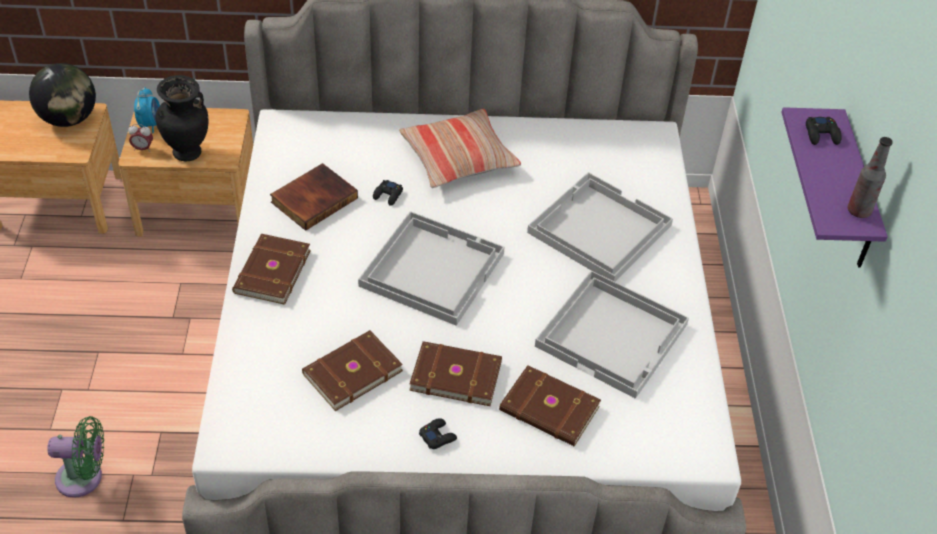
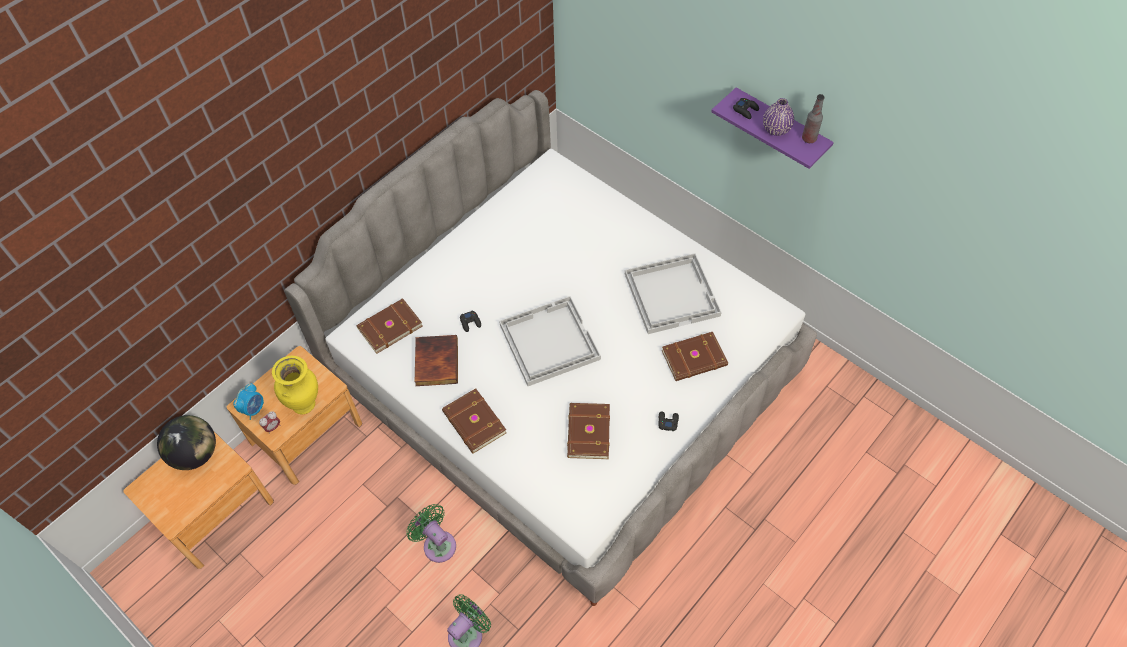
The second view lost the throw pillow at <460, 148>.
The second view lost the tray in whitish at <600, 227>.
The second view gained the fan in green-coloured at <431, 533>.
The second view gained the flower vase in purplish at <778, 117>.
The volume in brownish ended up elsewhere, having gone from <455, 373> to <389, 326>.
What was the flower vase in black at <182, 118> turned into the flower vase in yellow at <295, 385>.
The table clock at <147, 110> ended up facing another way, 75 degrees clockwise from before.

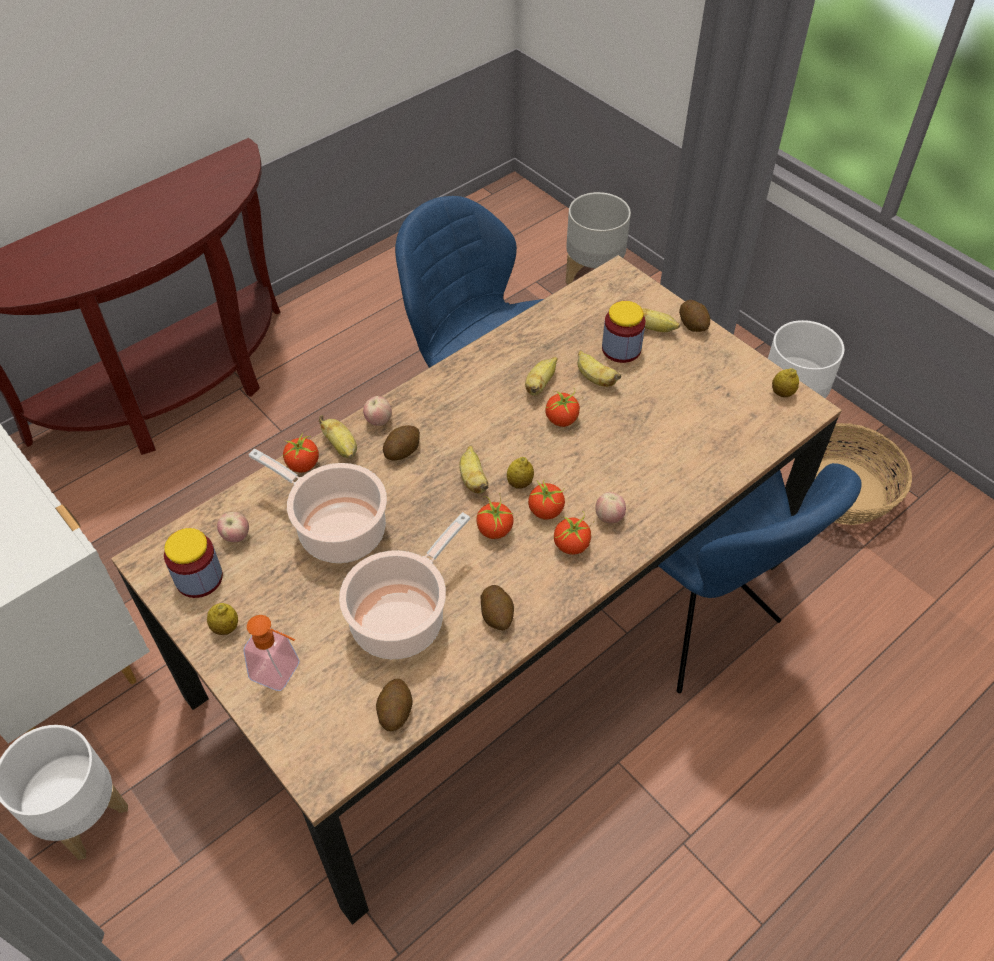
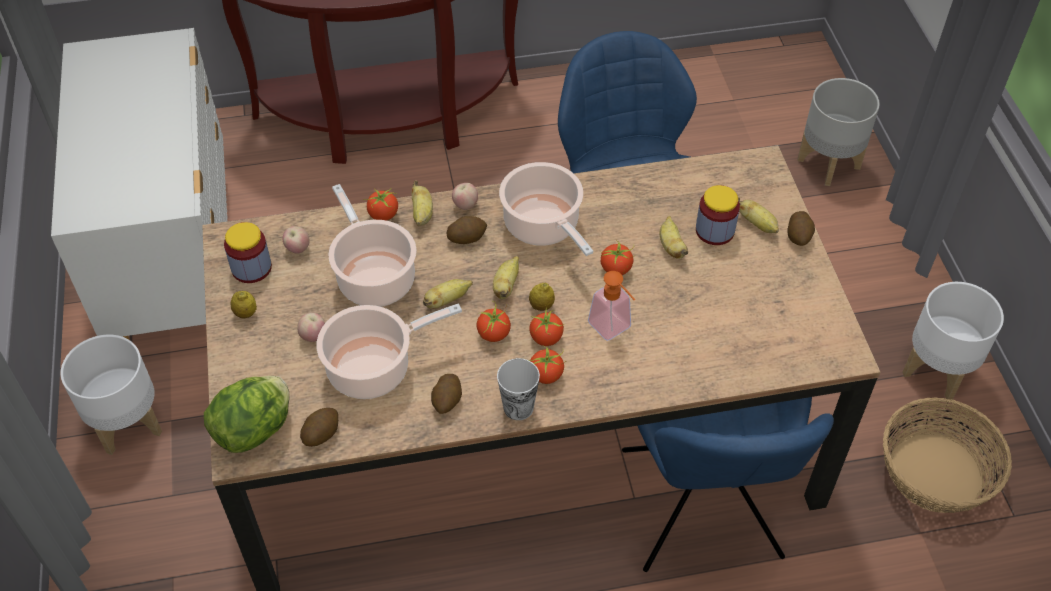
The second view lost the whole lemon at <785, 382>.
The second view gained the lettuce at <247, 414>.
The second view gained the cup at <518, 389>.
The second view gained the cooking pot at <546, 209>.
The liquid soap bottle ended up elsewhere, having gone from <271, 653> to <611, 306>.
The whole banana ended up elsewhere, having gone from <541, 376> to <448, 294>.
The whole apple ended up elsewhere, having gone from <610, 507> to <311, 327>.

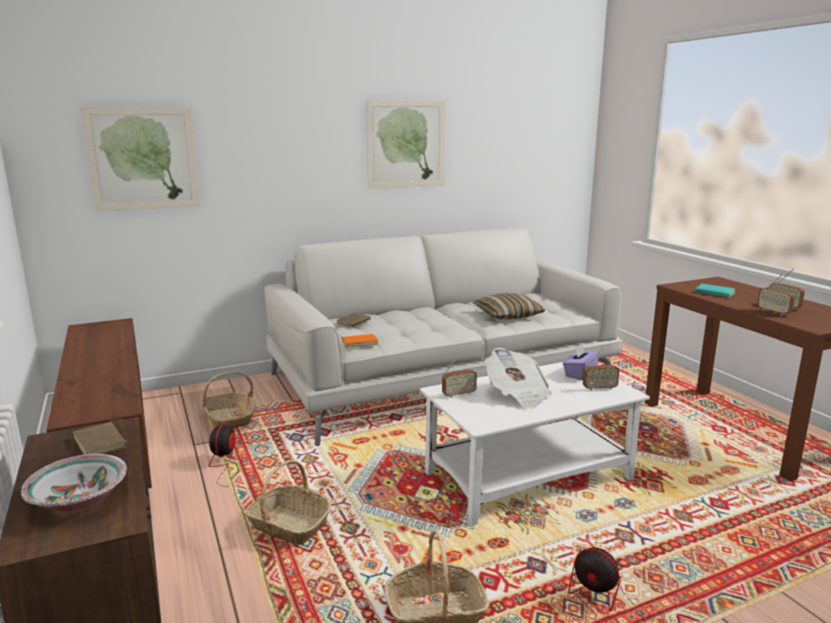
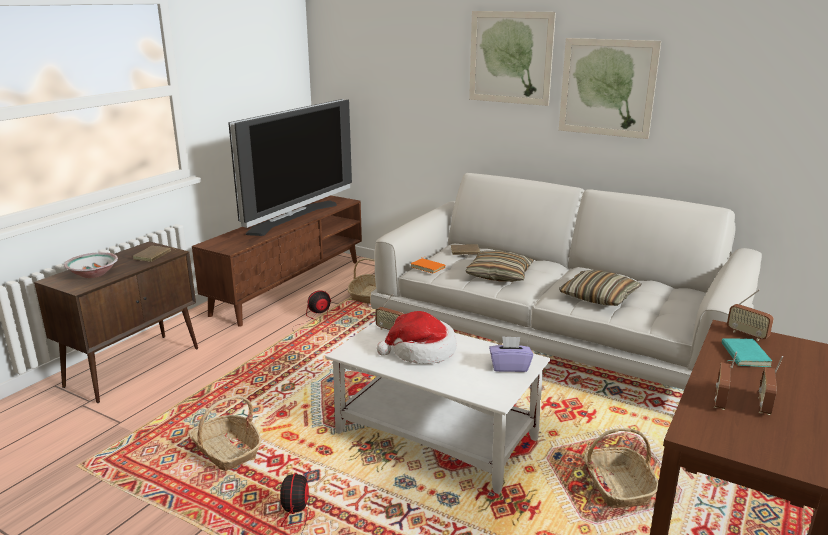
The second view gained the television at <290, 167>.
The second view gained the throw pillow at <499, 266>.
The wall picture ended up elsewhere, having gone from <140, 159> to <512, 58>.
The storage basket ended up elsewhere, having gone from <288, 502> to <621, 468>.
The radio set ended up elsewhere, having gone from <601, 370> to <750, 315>.
Where the daily paper stood at <518, 378>, the wearable hat came to stand at <417, 337>.

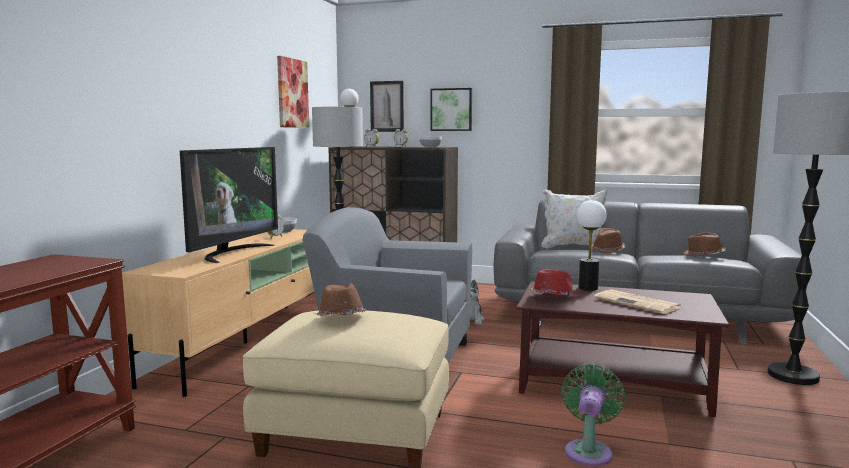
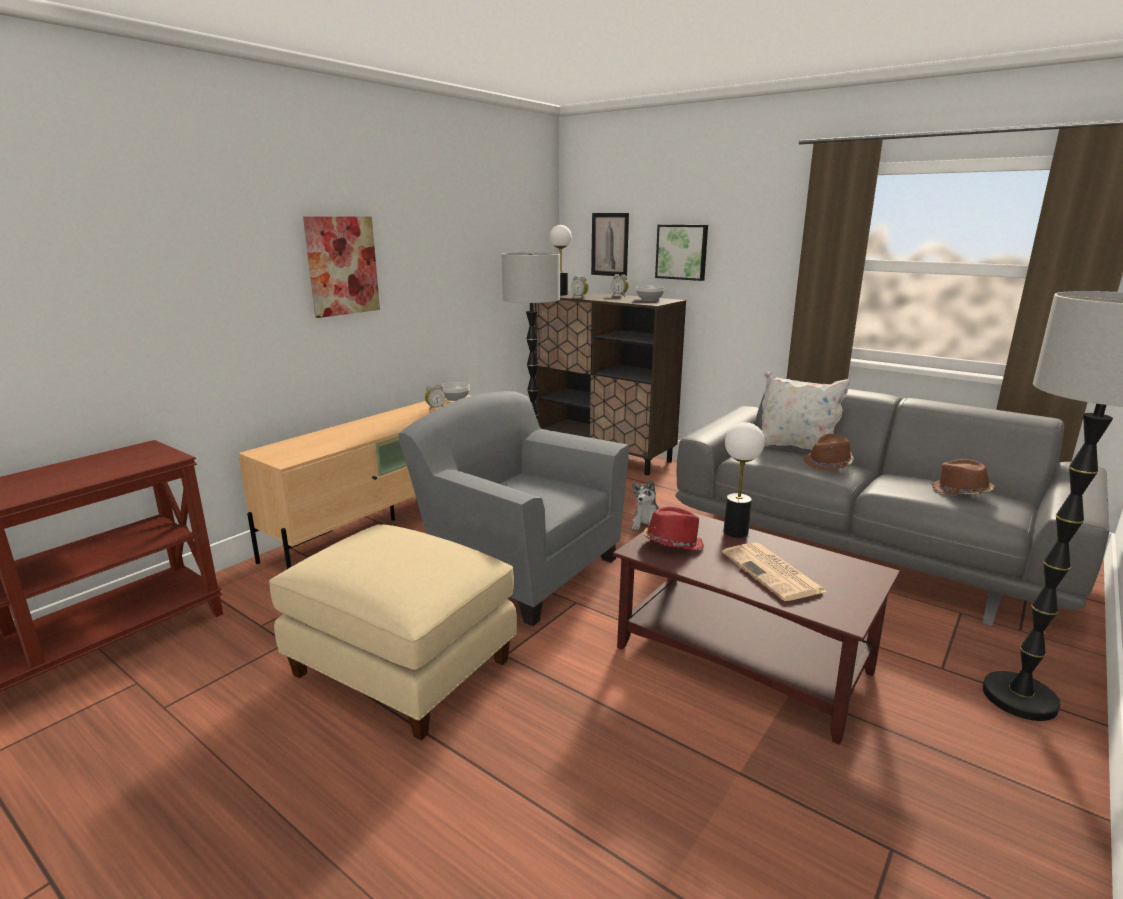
The second view lost the television at <229, 205>.
The second view lost the wearable hat in brownish at <341, 299>.
The second view lost the fan in green-coloured at <593, 415>.
The wall picture ended up elsewhere, having gone from <293, 92> to <341, 267>.

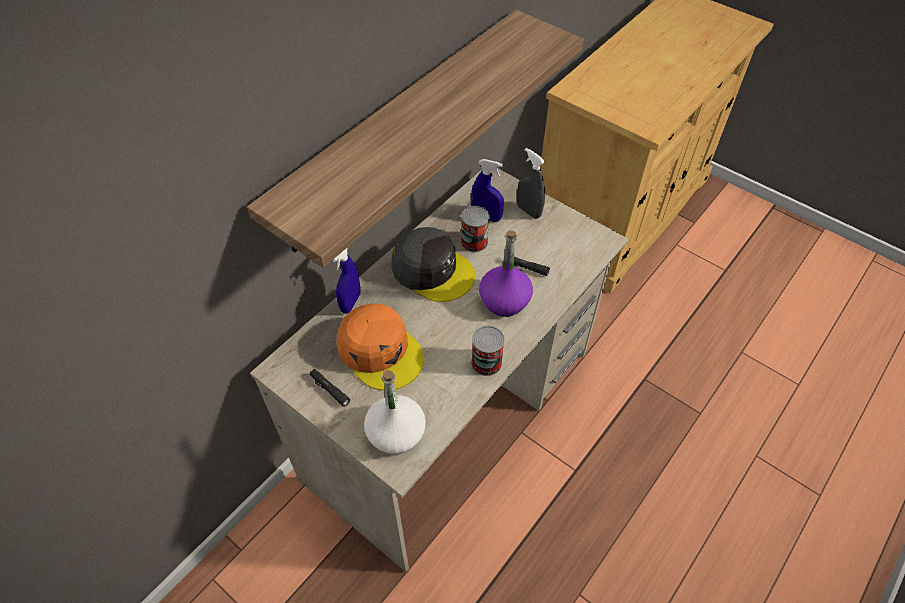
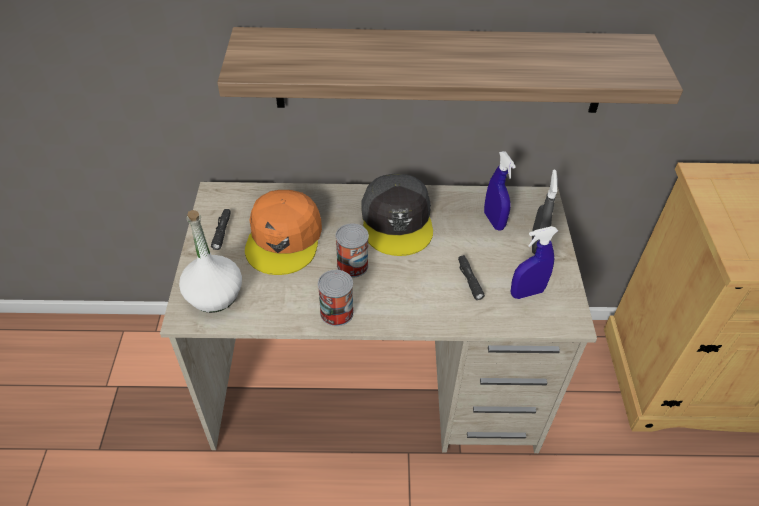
The second view lost the beverage bottle in purplish at <506, 273>.
The sprayer in bluish ended up elsewhere, having gone from <347, 281> to <534, 262>.
The can ended up elsewhere, having gone from <475, 229> to <352, 250>.

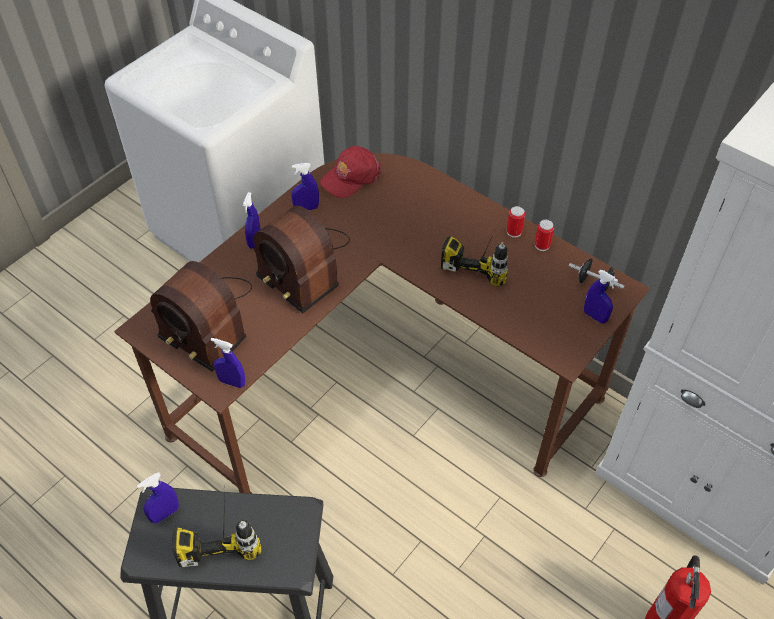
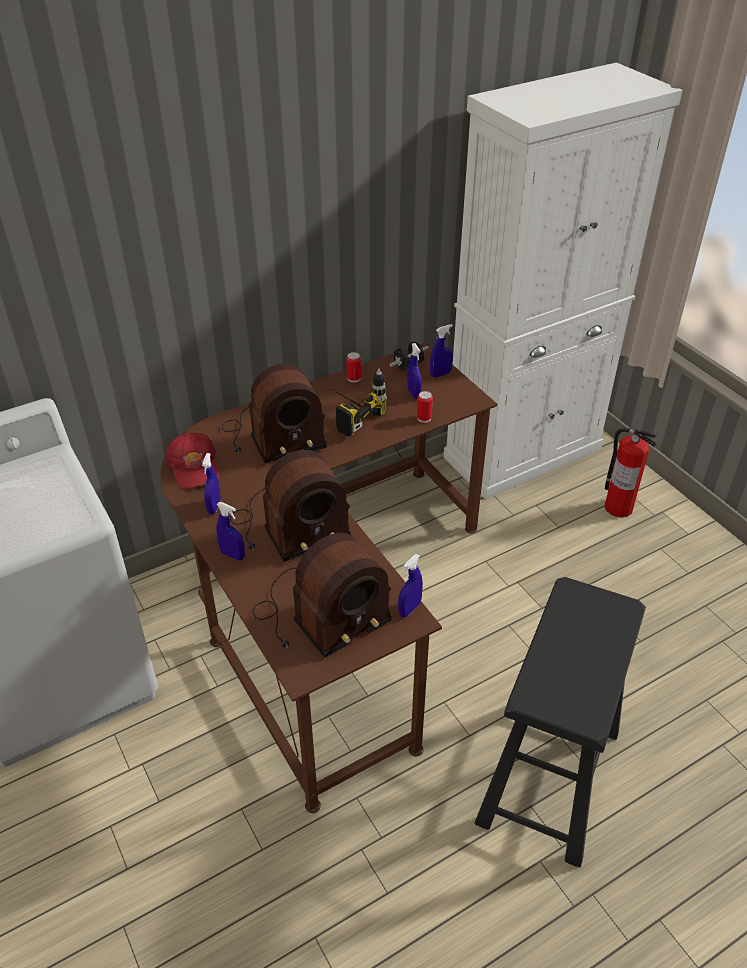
The second view lost the power drill at <216, 531>.
The second view gained the radio set at <274, 413>.
The sprayer in bluish ended up elsewhere, having gone from <158, 498> to <415, 371>.
The can ended up elsewhere, having gone from <516, 222> to <425, 407>.

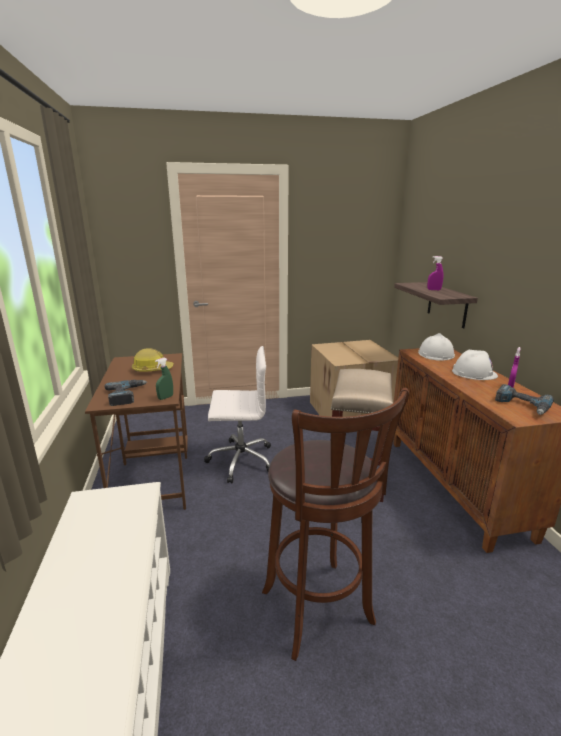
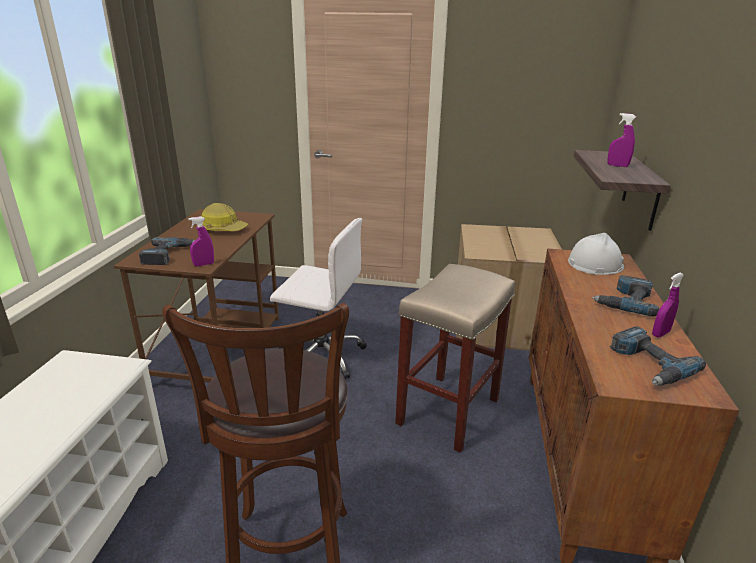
Where the hard hat in whitish stood at <475, 365>, the power drill came to stand at <626, 295>.
What was the sprayer in green-coloured at <164, 379> turned into the sprayer in purplish at <201, 241>.

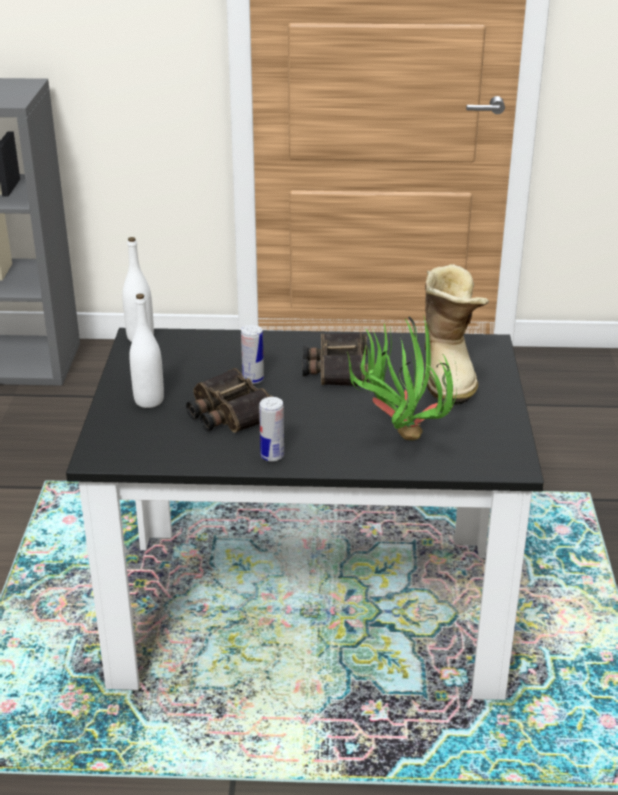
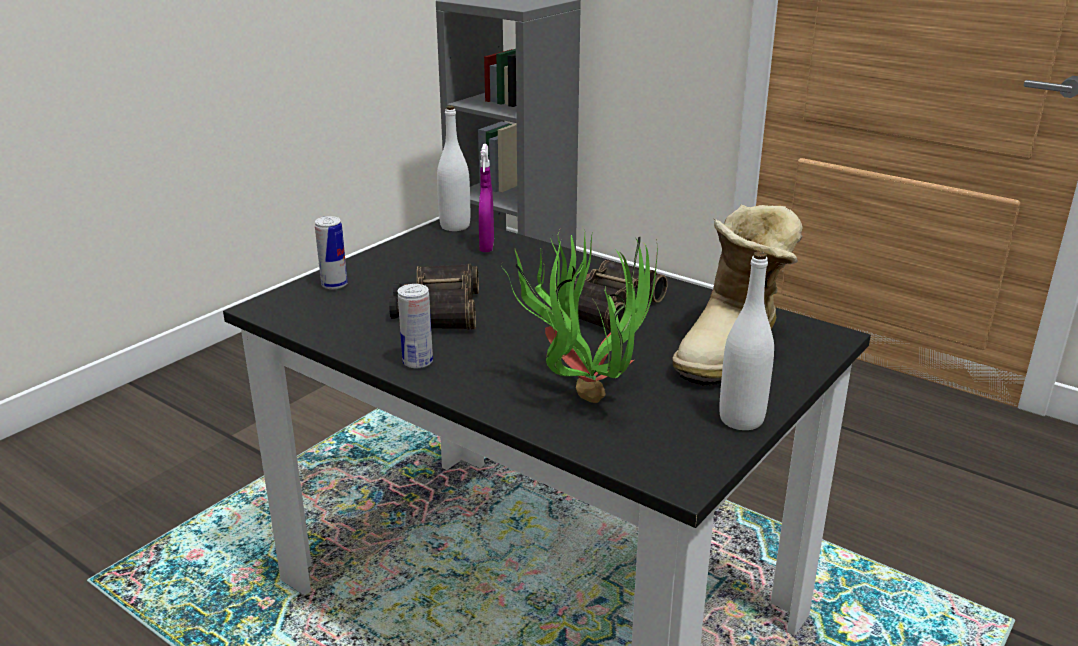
The second view gained the sprayer in purplish at <486, 198>.
The beverage bottle in whitish ended up elsewhere, having gone from <146, 351> to <746, 340>.
The can ended up elsewhere, having gone from <252, 354> to <331, 252>.

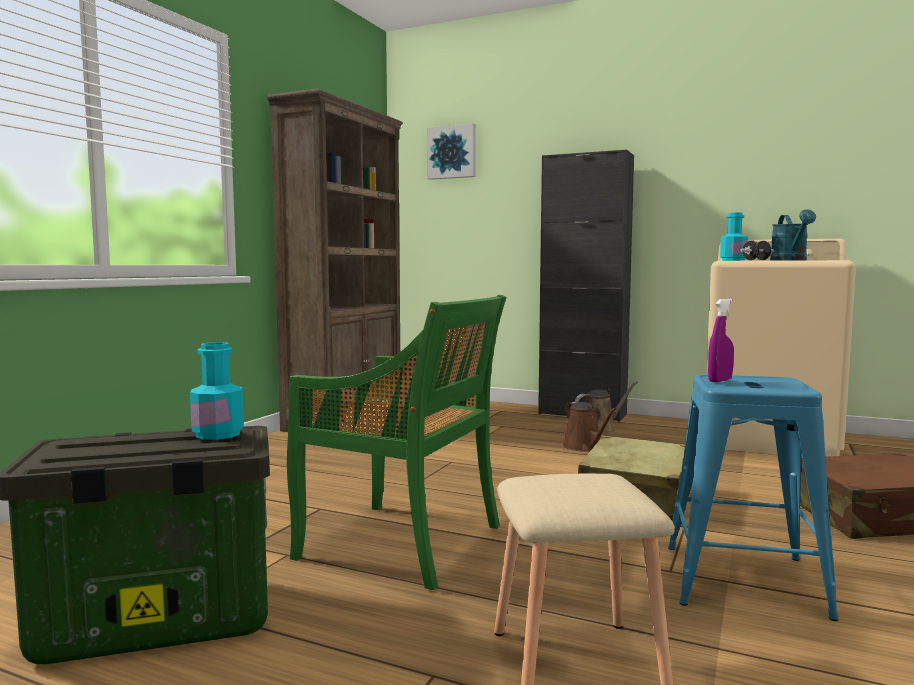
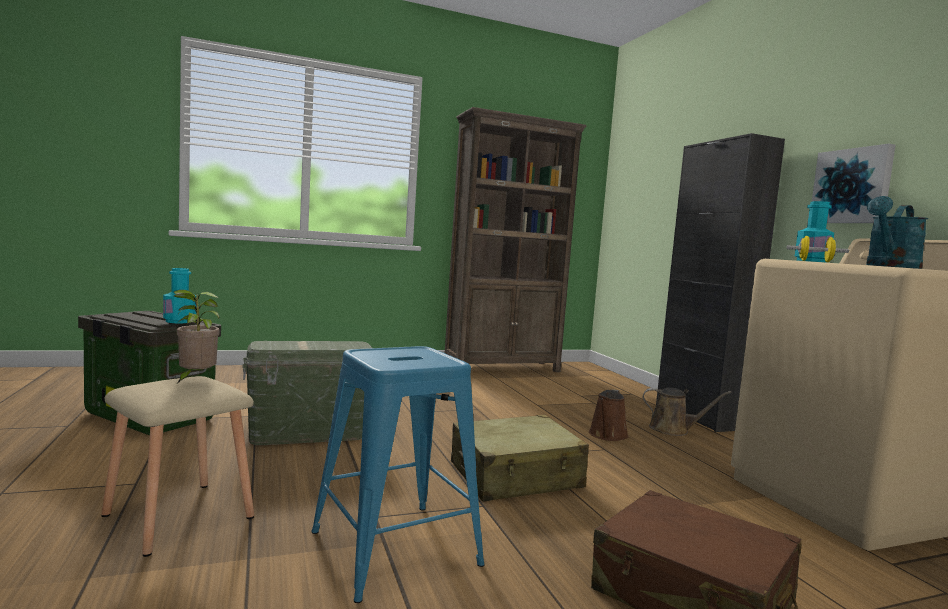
The second view lost the sprayer in purplish at <721, 340>.
The second view gained the houseplant at <196, 336>.
The wall picture ended up elsewhere, having gone from <451, 151> to <854, 183>.
Where the plain chair in green-coloured stood at <397, 442>, the storage bin in green-coloured came to stand at <307, 393>.
What was the dumbbell in black at <757, 250> turned into the dumbbell in yellow at <817, 249>.

